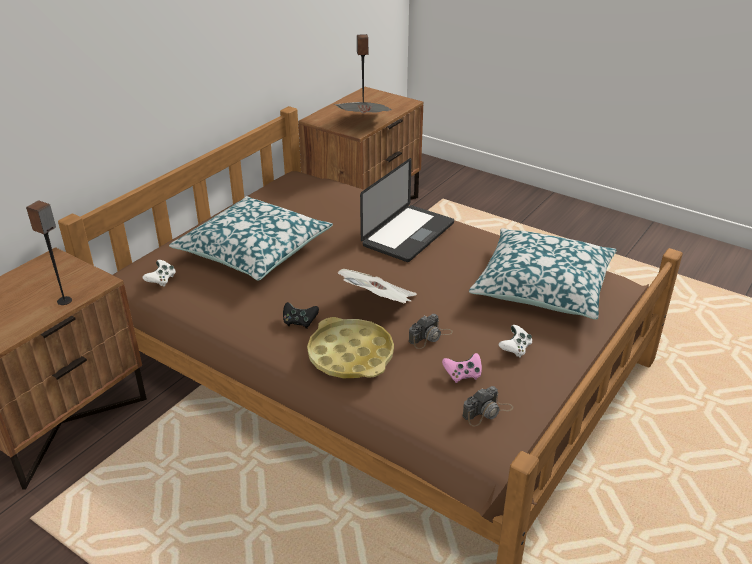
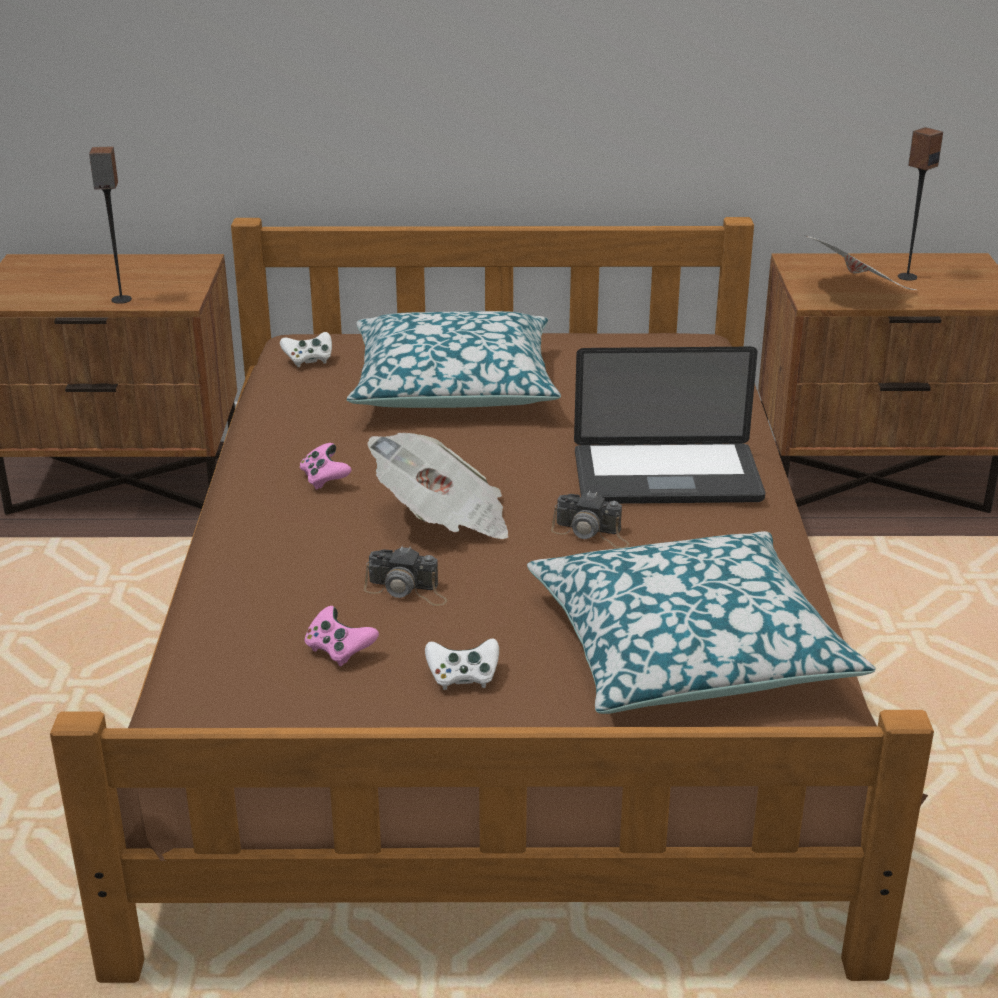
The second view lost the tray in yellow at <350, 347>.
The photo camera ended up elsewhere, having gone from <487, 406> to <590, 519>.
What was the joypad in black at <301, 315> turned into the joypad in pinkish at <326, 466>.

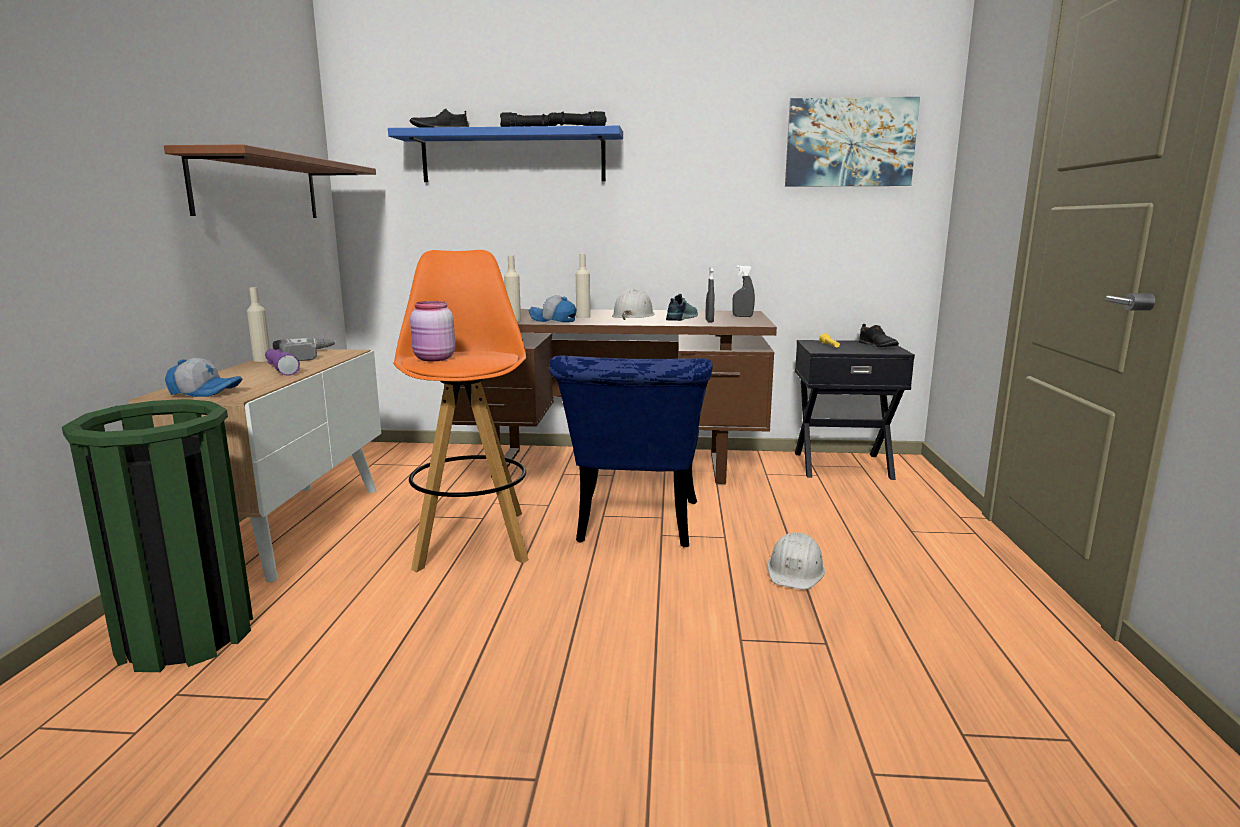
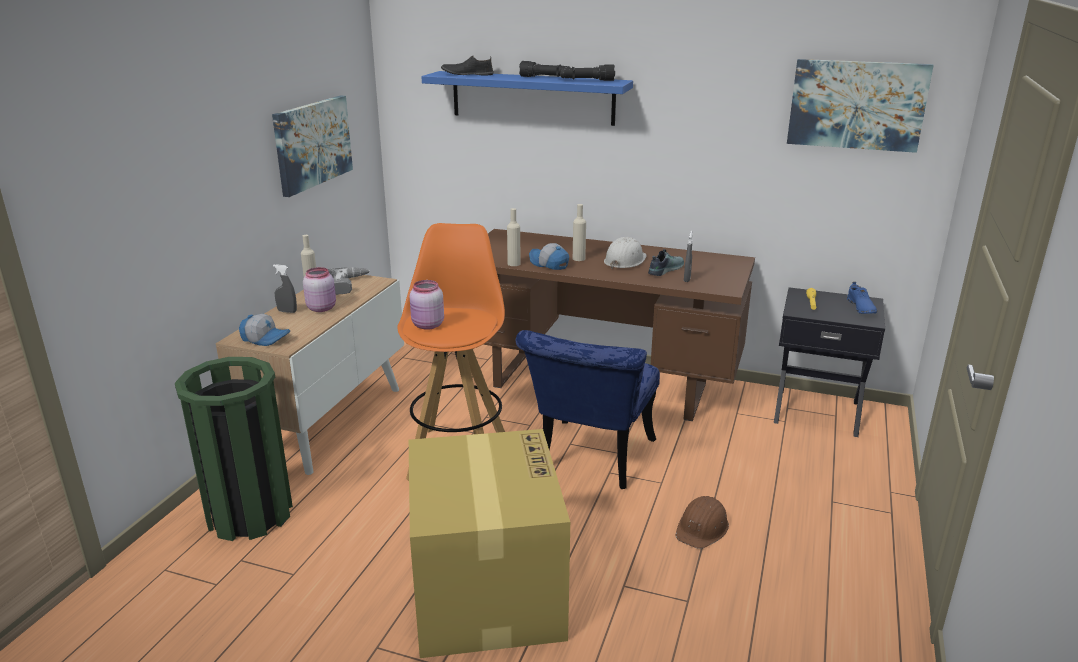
The second view gained the carton at <489, 543>.
The sprayer in grey ended up elsewhere, having gone from <743, 291> to <285, 288>.
Where the wall shelf in brownish hung at <270, 181>, the wall picture came to hang at <312, 146>.
Where the torch in purplish stood at <282, 362>, the jar in pinkish came to stand at <319, 289>.
What was the hard hat in whitish at <796, 560> turned into the hard hat in brownish at <702, 522>.
What was the item of footwear in black at <879, 335> turned into the item of footwear in bluish at <862, 298>.

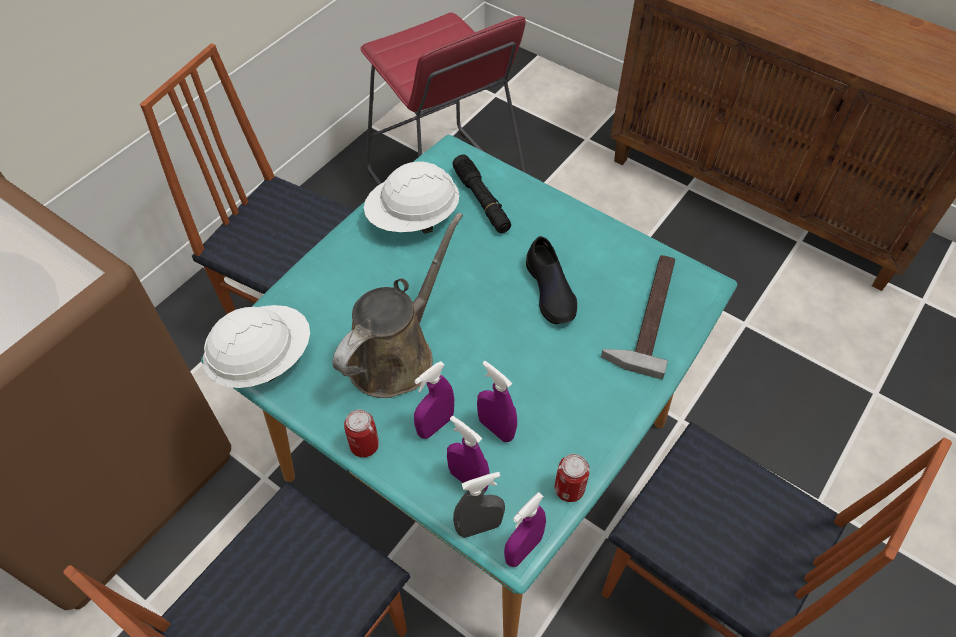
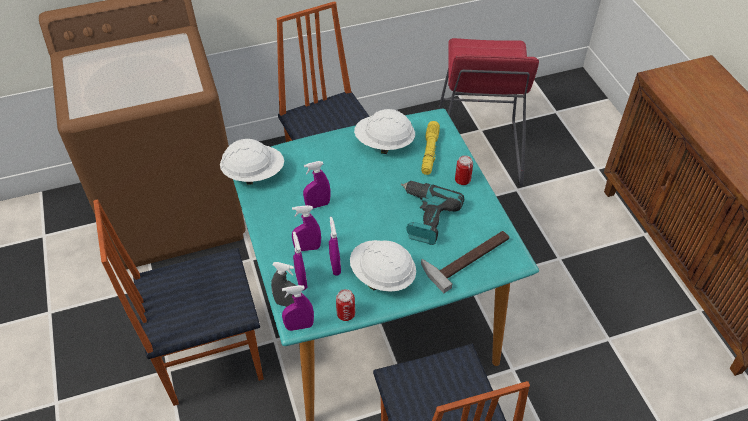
The second view gained the hard hat in whitish at <383, 266>.
The can ended up elsewhere, having gone from <361, 433> to <464, 170>.
Where the watering pot in brownish stood at <397, 305>, the sprayer in purplish came to stand at <316, 185>.
Where the item of footwear in black stood at <551, 280>, the power drill came to stand at <432, 213>.
What was the torch in black at <482, 193> turned into the torch in yellow at <430, 148>.

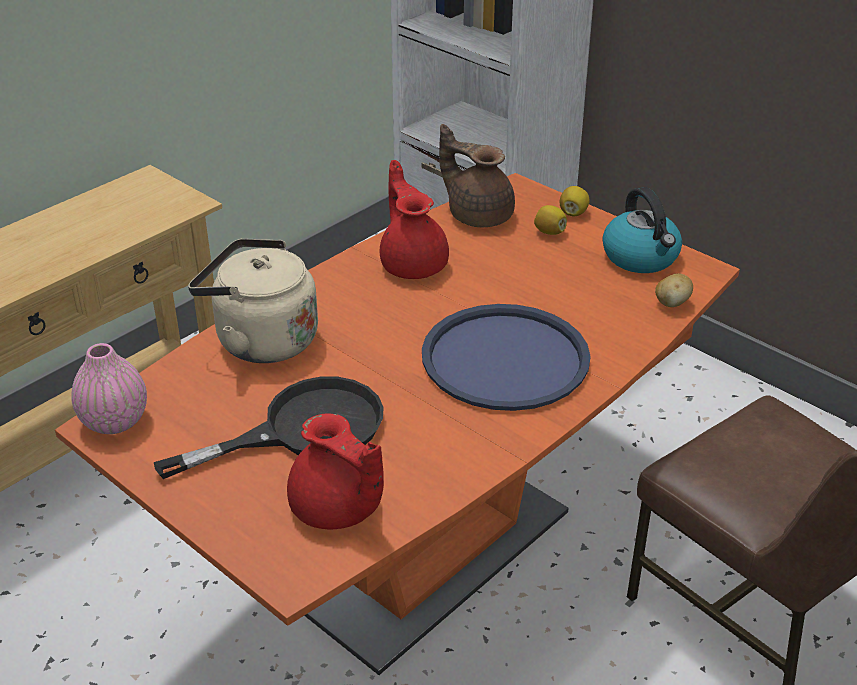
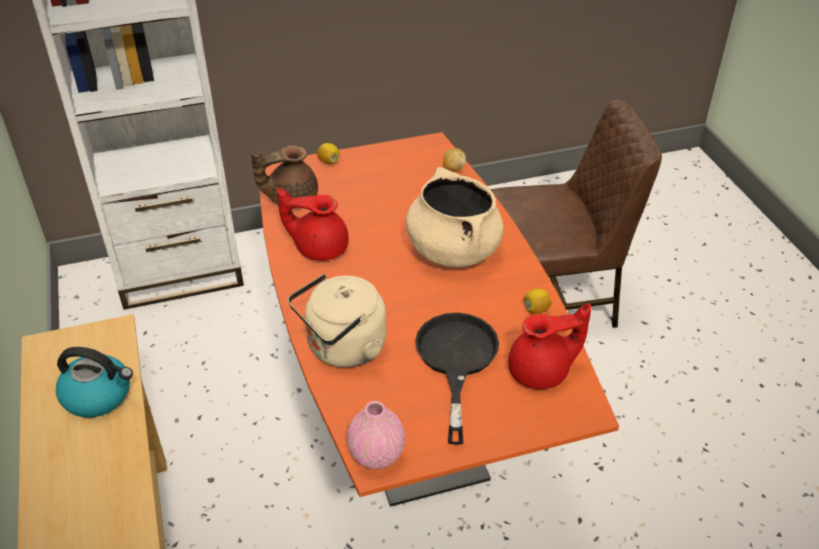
The whole lemon ended up elsewhere, having gone from <550, 220> to <537, 301>.
The kettle ended up elsewhere, having gone from <642, 230> to <94, 382>.
Where the tray in bluish stood at <506, 357>, the cooking pot in beige-coloured came to stand at <455, 217>.

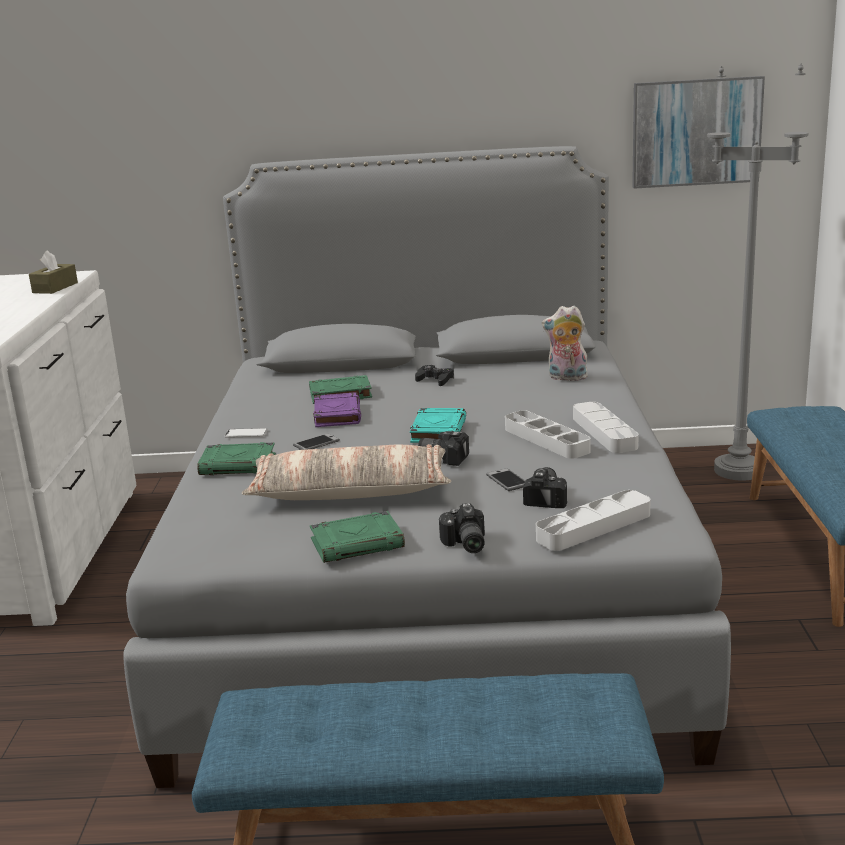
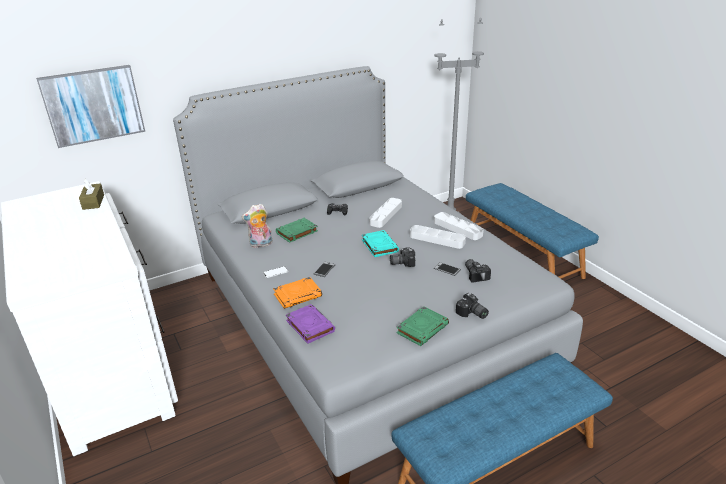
The second view lost the throw pillow at <346, 472>.
The volume in purplish ended up elsewhere, having gone from <337, 409> to <310, 324>.
The tray in grey ended up elsewhere, having gone from <593, 520> to <385, 213>.
The cuddly toy ended up elsewhere, having gone from <565, 343> to <257, 226>.
The wall picture ended up elsewhere, having gone from <698, 132> to <90, 106>.
What was the volume in green-coloured at <236, 458> turned into the volume in orangey at <297, 293>.

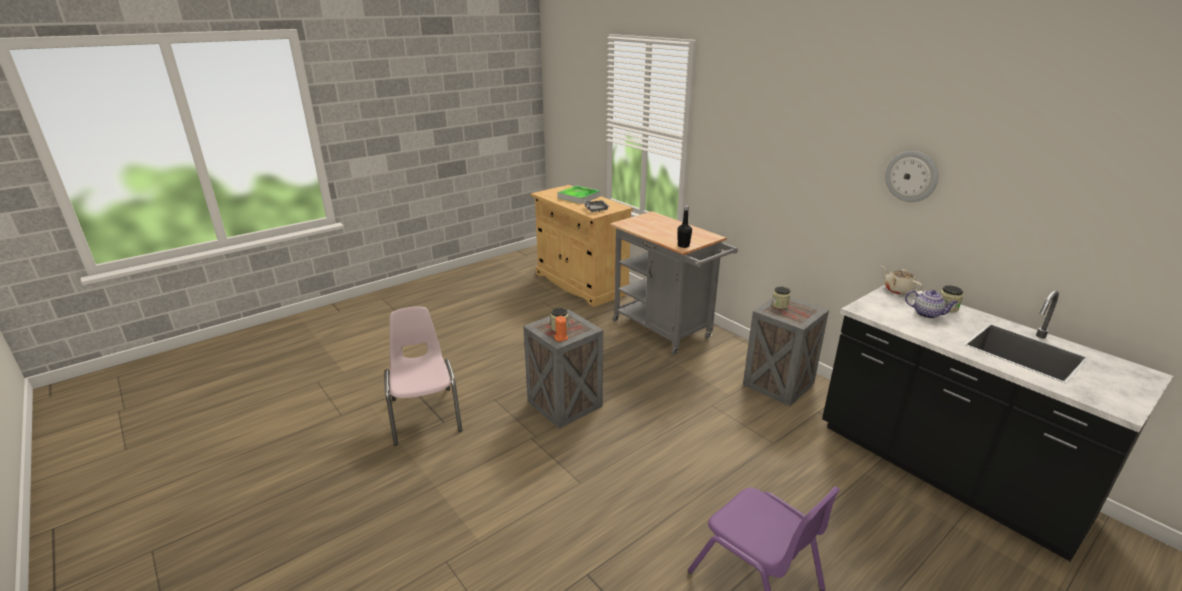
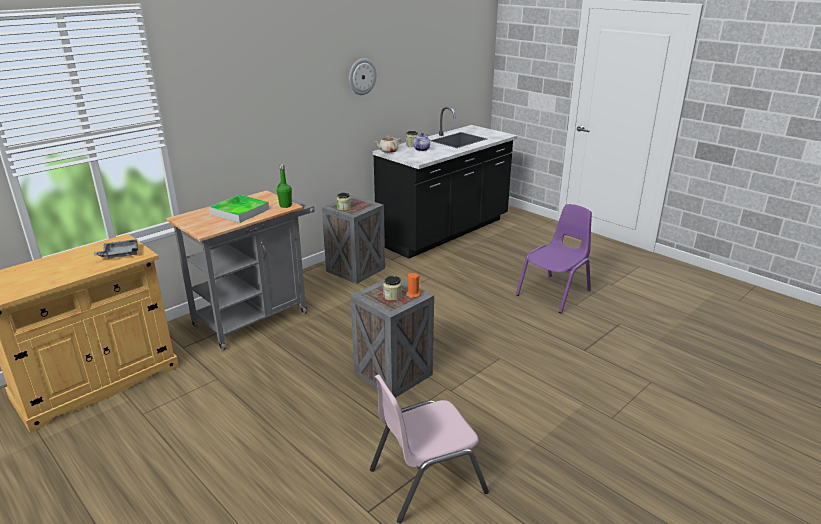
The tray ended up elsewhere, having gone from <579, 194> to <239, 209>.
What was the beverage bottle in black at <684, 226> turned into the beverage bottle in green-coloured at <284, 186>.

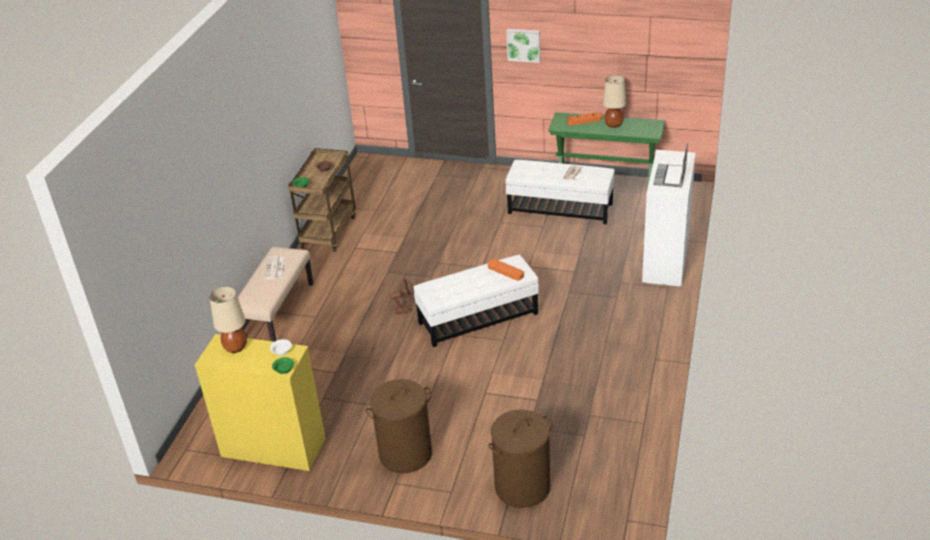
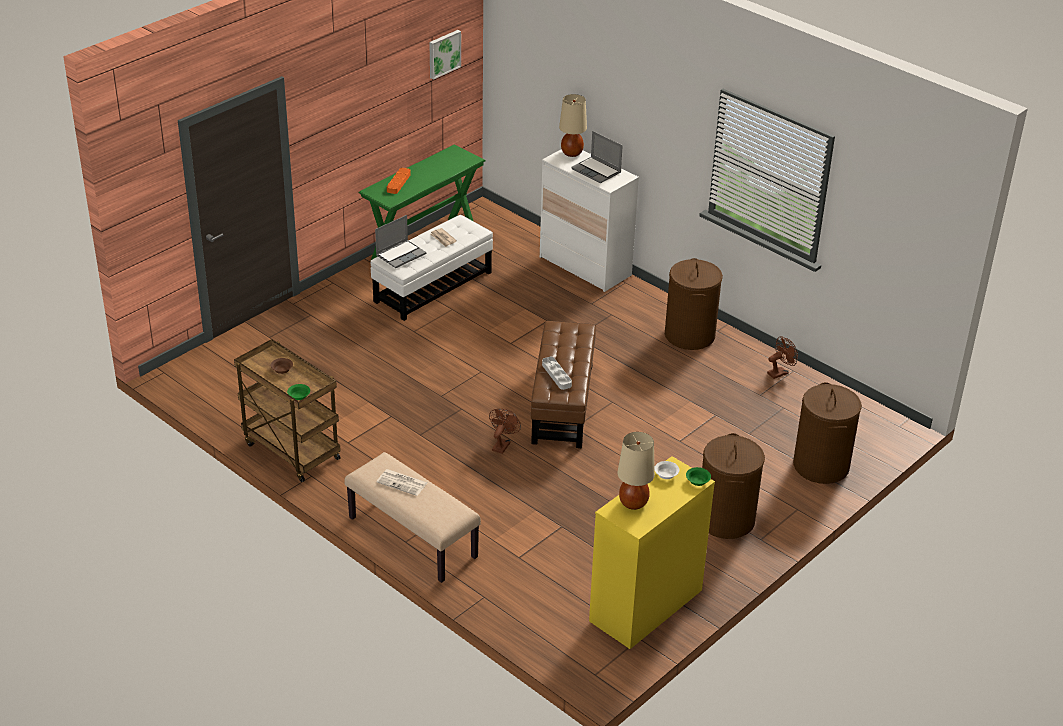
The second view lost the tray in orangey at <506, 270>.
The second view gained the portable computer at <400, 241>.
The second view gained the tray in grey at <557, 373>.
The second view gained the hamper in brownish at <694, 304>.
The second view gained the fan in brownish at <782, 357>.
The wall picture ended up elsewhere, having gone from <523, 46> to <445, 55>.
The lamp for a table in beige-coloured ended up elsewhere, having gone from <614, 101> to <573, 125>.
What was the pouffe in whitish at <476, 301> turned into the pouffe in brownish at <563, 384>.

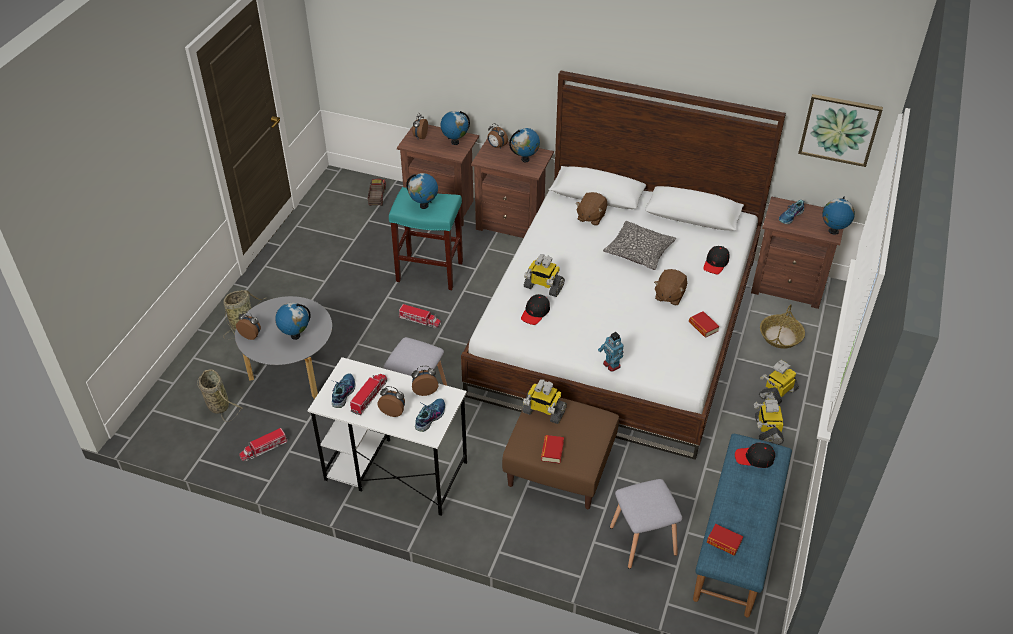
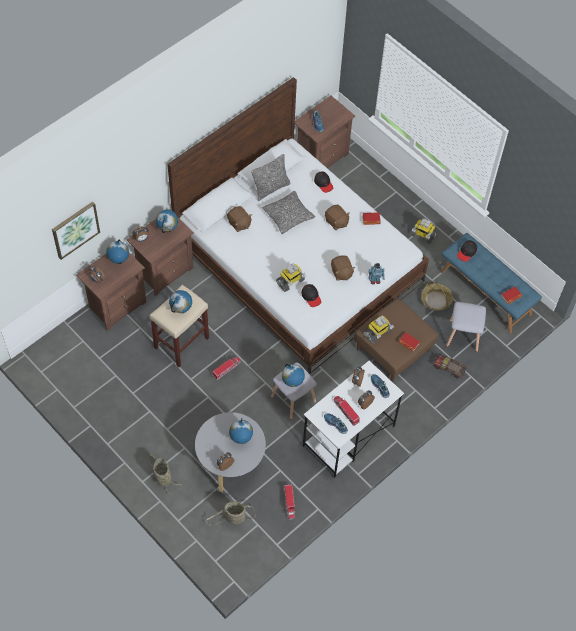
The second view lost the robot figure at <779, 382>.
The second view gained the throw pillow at <271, 177>.
The second view gained the cuddly toy in brownish at <343, 268>.
The toy truck ended up elsewhere, having gone from <376, 192> to <450, 366>.
The storage basket ended up elsewhere, having gone from <782, 326> to <437, 296>.
The wall picture ended up elsewhere, having gone from <840, 130> to <76, 230>.
The desk globe ended up elsewhere, having gone from <838, 215> to <293, 375>.
What was the sitting stool in turquoise at <426, 238> turned into the sitting stool in beige-coloured at <179, 326>.

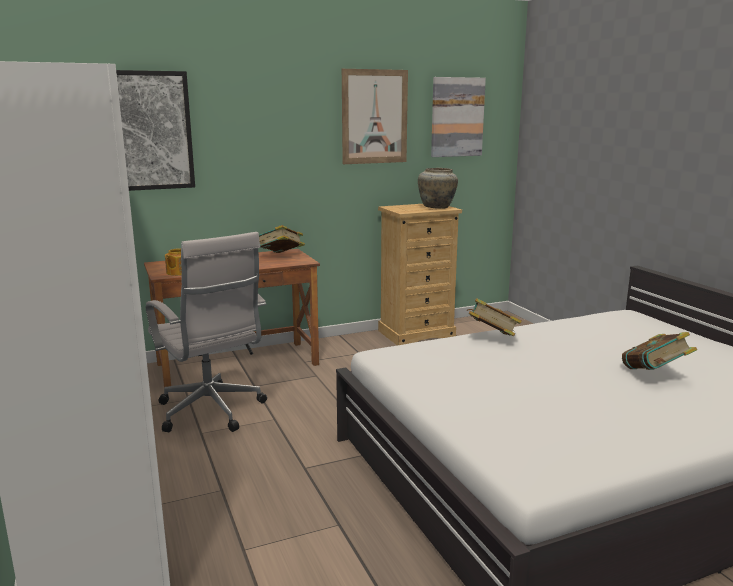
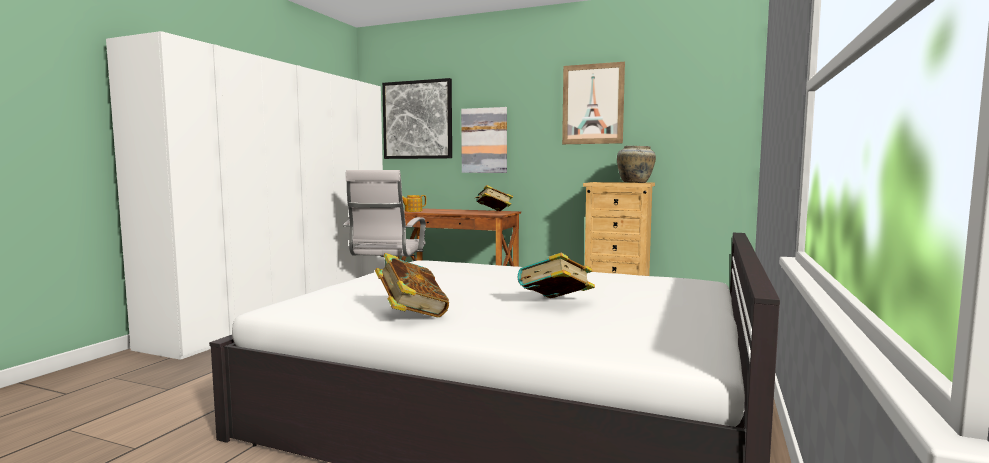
The wall picture ended up elsewhere, having gone from <458, 117> to <484, 140>.
The volume ended up elsewhere, having gone from <494, 317> to <412, 285>.

